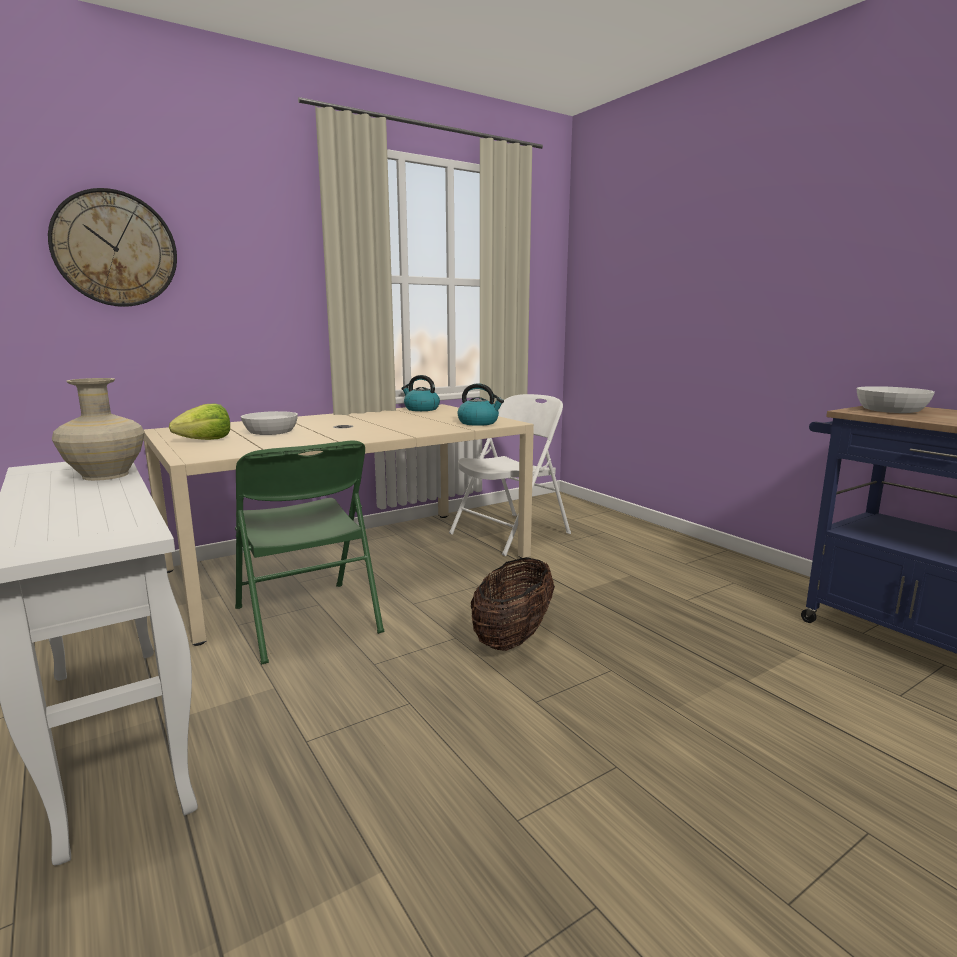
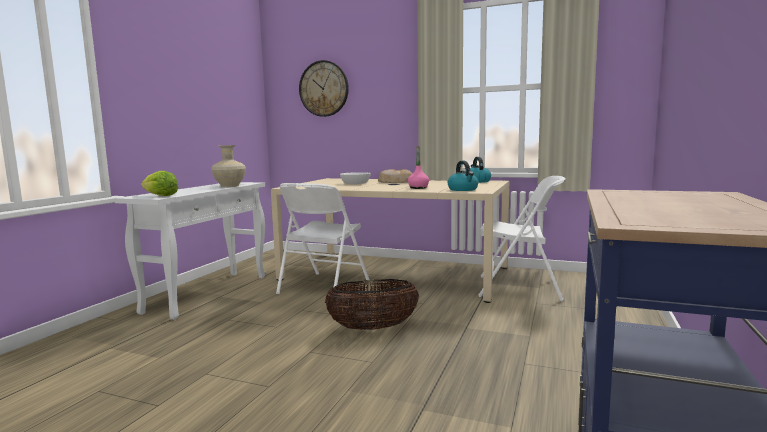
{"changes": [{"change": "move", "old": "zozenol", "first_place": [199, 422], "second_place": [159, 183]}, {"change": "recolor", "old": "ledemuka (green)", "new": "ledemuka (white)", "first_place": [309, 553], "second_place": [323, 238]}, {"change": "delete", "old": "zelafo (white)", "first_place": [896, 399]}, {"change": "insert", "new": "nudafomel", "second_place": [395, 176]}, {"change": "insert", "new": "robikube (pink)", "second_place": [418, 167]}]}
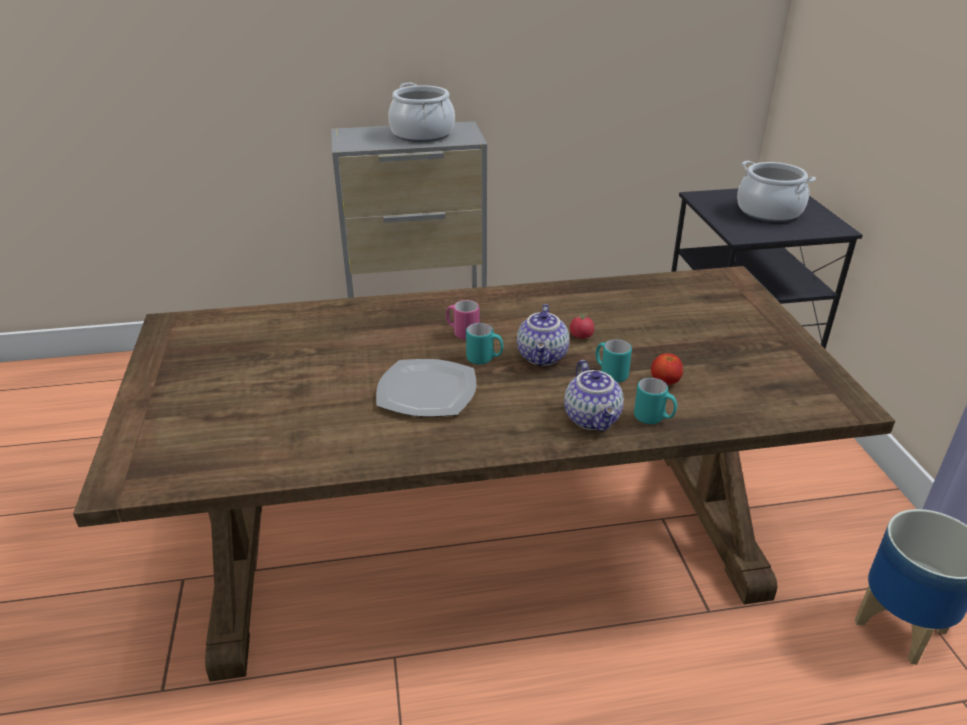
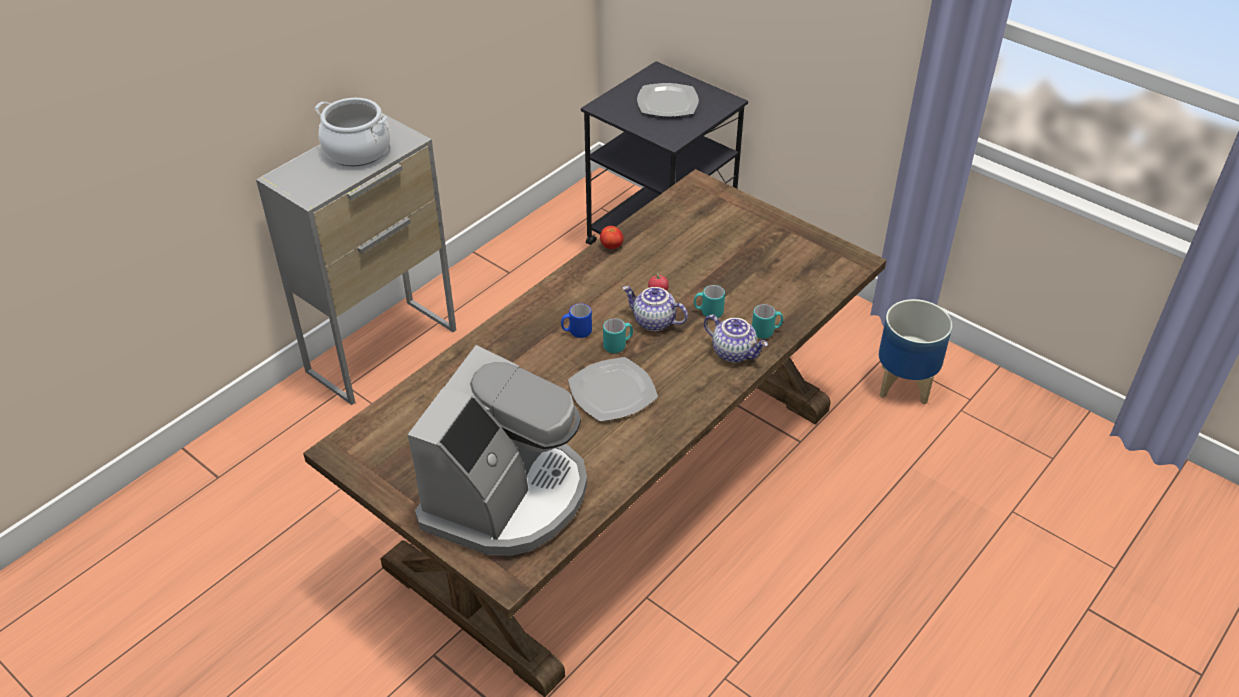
{"changes": [{"change": "recolor", "old": "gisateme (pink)", "new": "gisateme (blue)", "first_place": [462, 320], "second_place": [576, 320]}, {"change": "rotate", "old": "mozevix", "first_place": [543, 335], "second_place": [655, 308], "degrees": 150}, {"change": "move", "old": "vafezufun", "first_place": [667, 369], "second_place": [612, 237]}, {"change": "replace", "old": "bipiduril", "new": "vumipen", "first_place": [776, 191], "second_place": [668, 100]}, {"change": "insert", "new": "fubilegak", "second_place": [497, 450]}]}
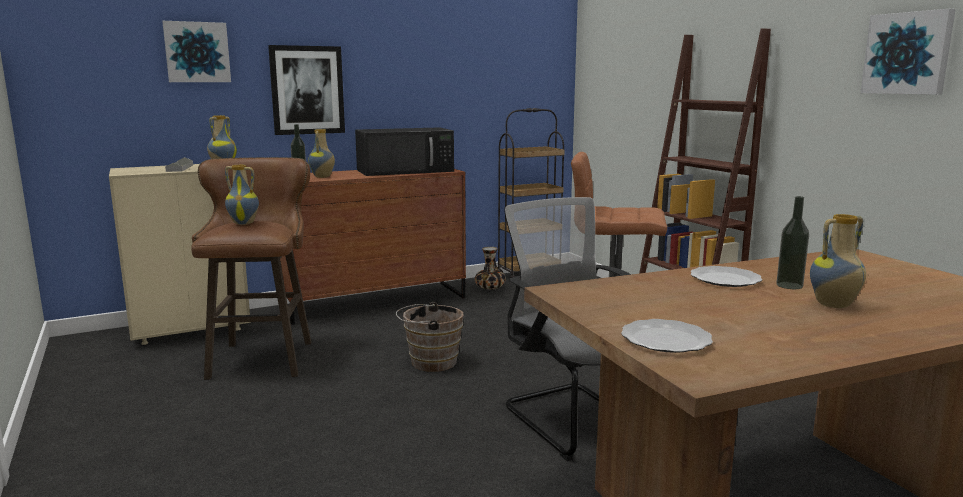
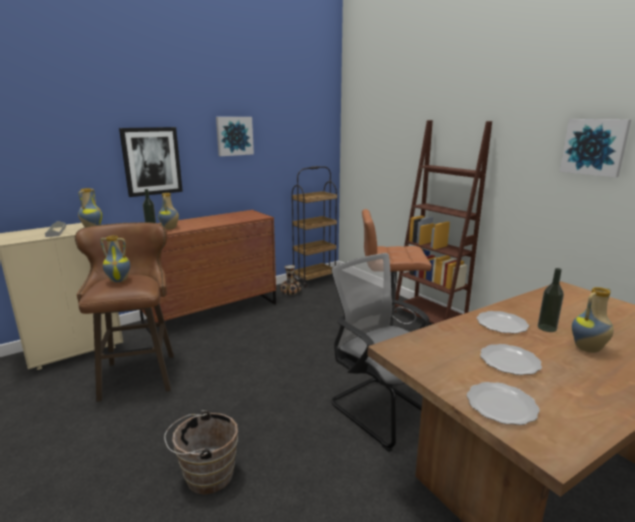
{"changes": [{"change": "move", "old": "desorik", "first_place": [196, 51], "second_place": [235, 136]}, {"change": "delete", "old": "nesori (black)", "first_place": [404, 151]}, {"change": "move", "old": "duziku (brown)", "first_place": [430, 337], "second_place": [201, 452]}, {"change": "insert", "new": "vumipen", "second_place": [511, 359]}]}
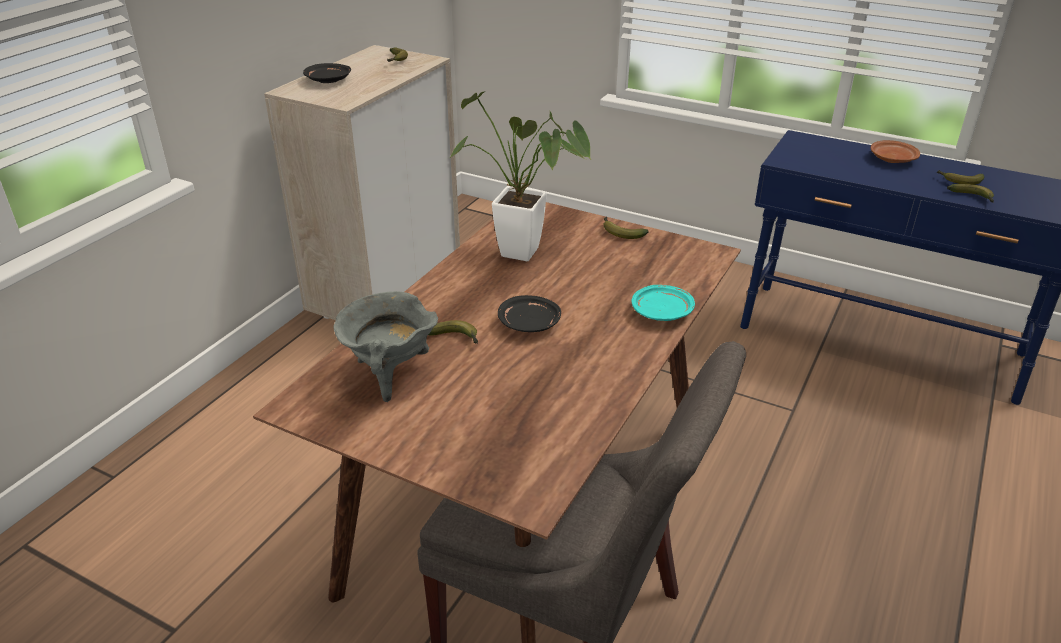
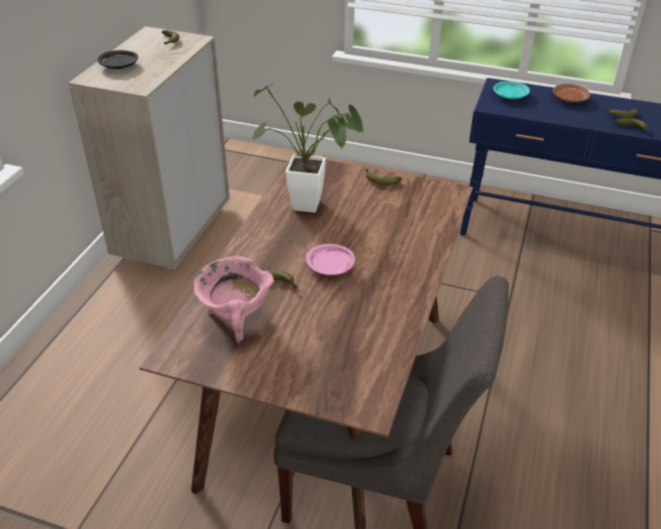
{"changes": [{"change": "recolor", "old": "bipiduril (grey)", "new": "bipiduril (pink)", "first_place": [386, 346], "second_place": [234, 300]}, {"change": "recolor", "old": "vumipen (black)", "new": "vumipen (pink)", "first_place": [529, 313], "second_place": [330, 259]}, {"change": "move", "old": "vumipen (turquoise)", "first_place": [663, 303], "second_place": [511, 90]}]}
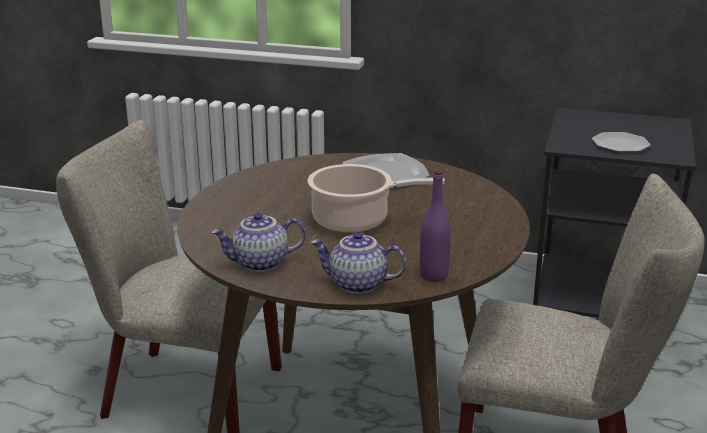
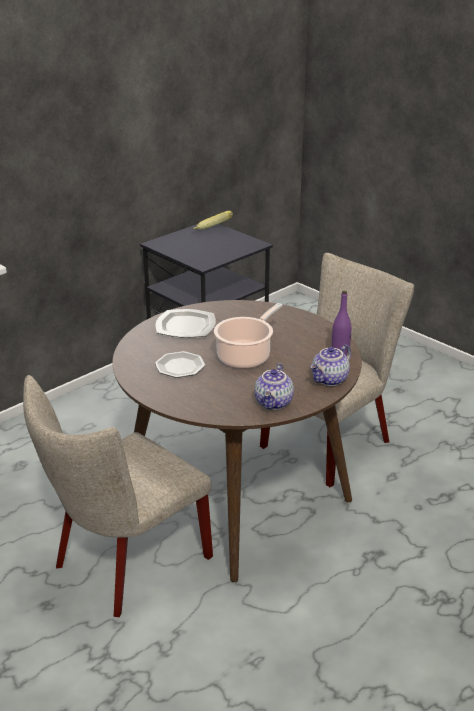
{"changes": [{"change": "move", "old": "vumipen", "first_place": [621, 142], "second_place": [180, 364]}, {"change": "insert", "new": "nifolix", "second_place": [213, 220]}]}
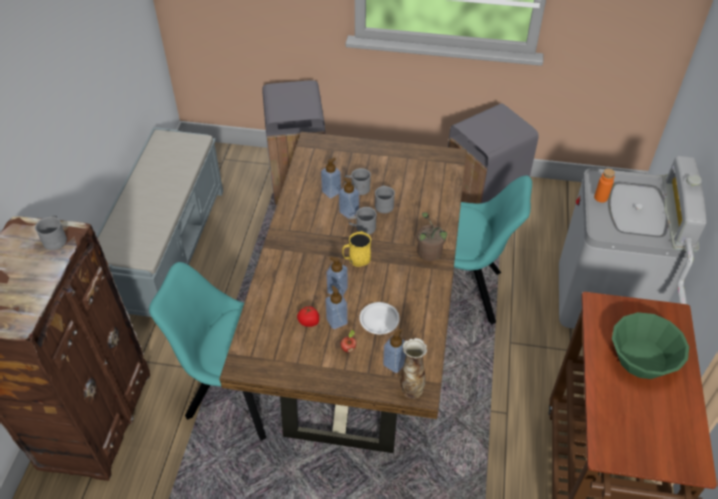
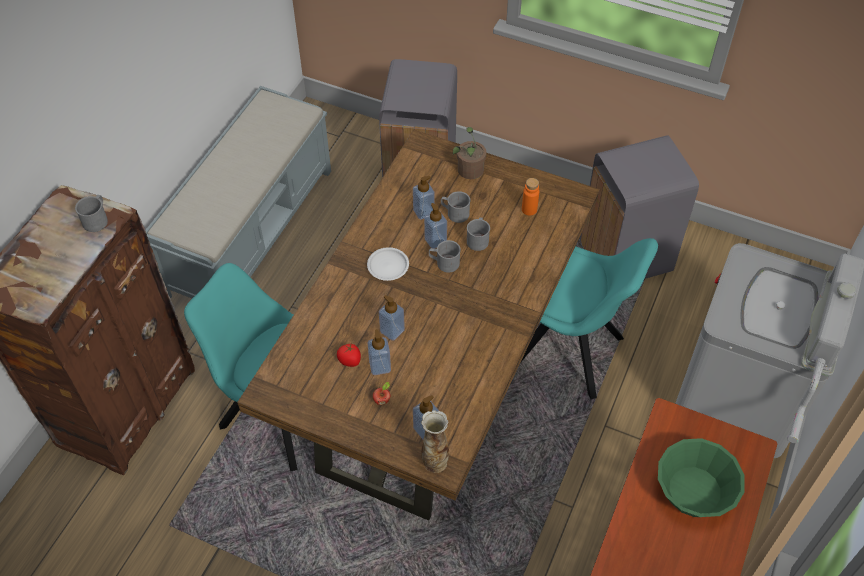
{"changes": [{"change": "delete", "old": "gisateme (yellow)", "first_place": [356, 249]}, {"change": "move", "old": "vumipen (white)", "first_place": [379, 318], "second_place": [388, 264]}, {"change": "move", "old": "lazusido", "first_place": [432, 236], "second_place": [469, 153]}, {"change": "move", "old": "robikube (orange)", "first_place": [604, 185], "second_place": [530, 196]}]}
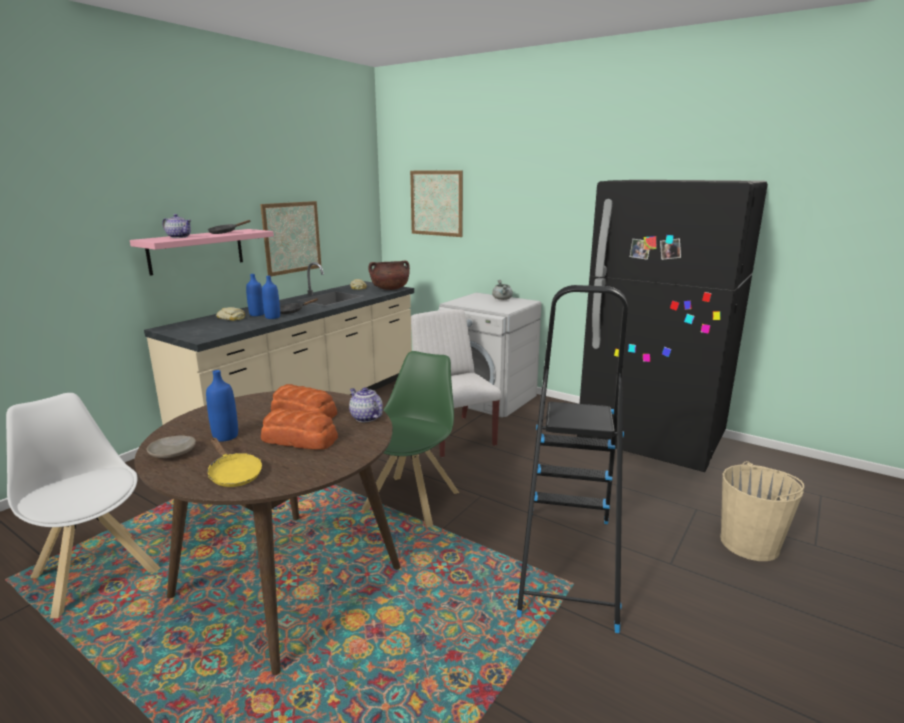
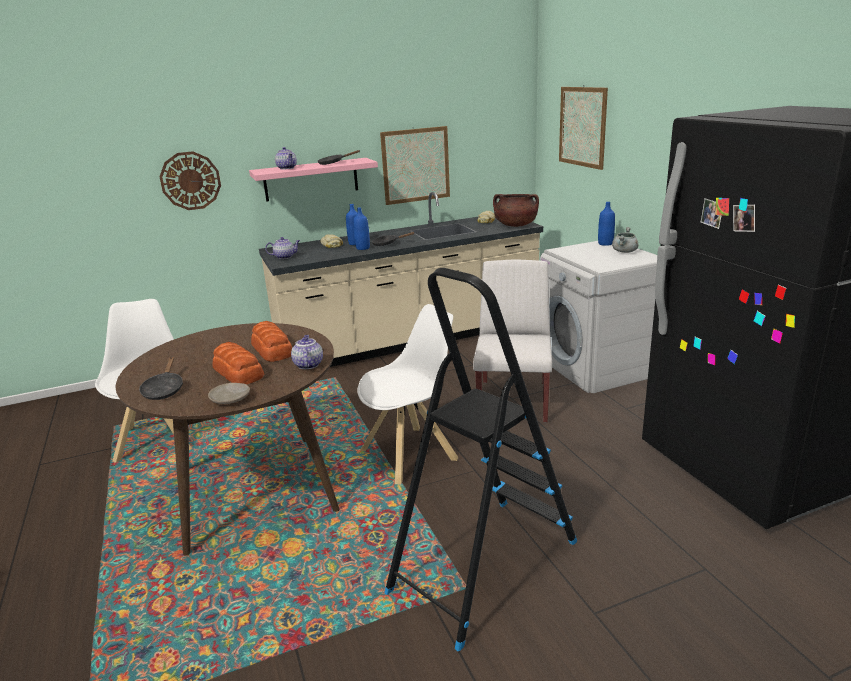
{"changes": [{"change": "move", "old": "vumipen (beige)", "first_place": [171, 446], "second_place": [229, 393]}, {"change": "move", "old": "robikube (blue)", "first_place": [222, 406], "second_place": [606, 224]}, {"change": "recolor", "old": "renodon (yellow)", "new": "renodon (black)", "first_place": [235, 462], "second_place": [161, 378]}, {"change": "recolor", "old": "ledemuka (green)", "new": "ledemuka (white)", "first_place": [410, 439], "second_place": [407, 394]}, {"change": "delete", "old": "duziku (beige)", "first_place": [762, 511]}, {"change": "insert", "new": "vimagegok", "second_place": [190, 180]}, {"change": "insert", "new": "mozevix", "second_place": [282, 248]}]}
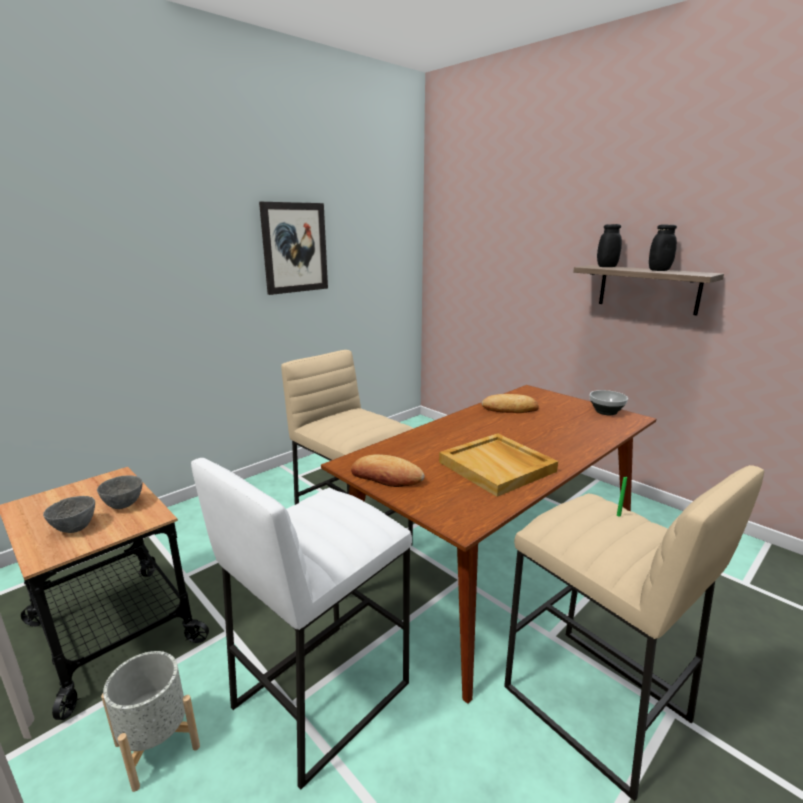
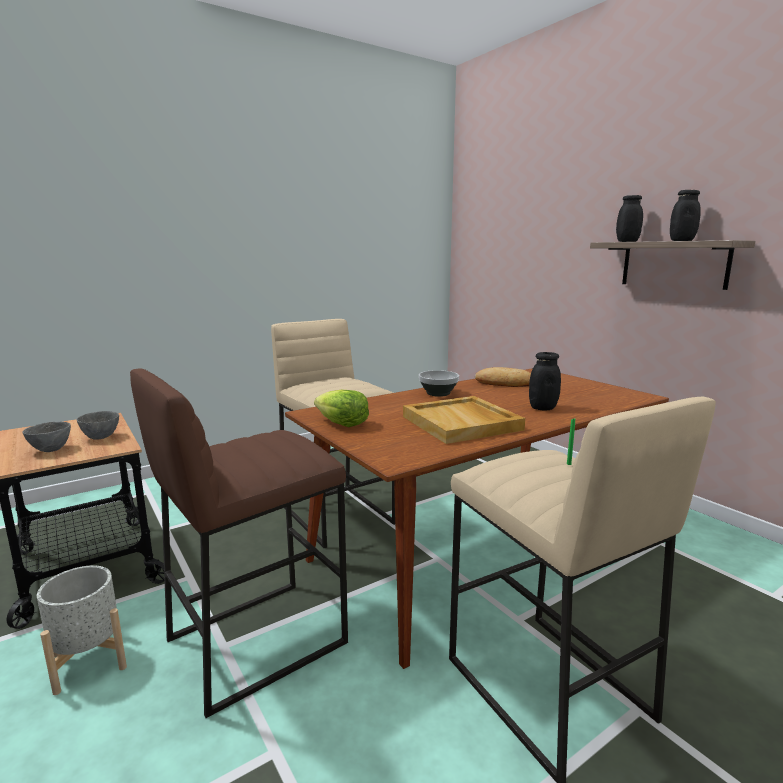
{"changes": [{"change": "recolor", "old": "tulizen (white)", "new": "tulizen (brown)", "first_place": [301, 624], "second_place": [239, 543]}, {"change": "delete", "old": "desorik", "first_place": [293, 248]}, {"change": "replace", "old": "nudafomel", "new": "zozenol", "first_place": [387, 470], "second_place": [341, 408]}, {"change": "move", "old": "zelafo", "first_place": [609, 402], "second_place": [439, 383]}, {"change": "insert", "new": "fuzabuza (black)", "second_place": [545, 381]}]}
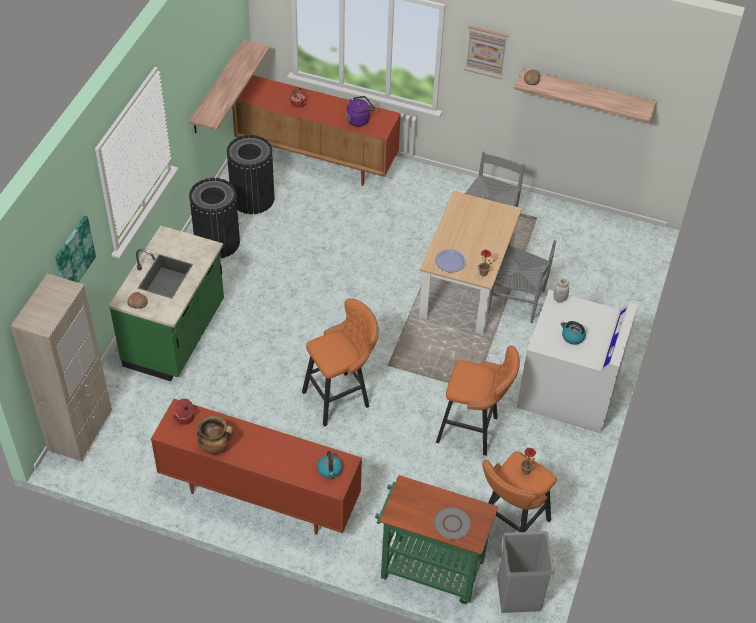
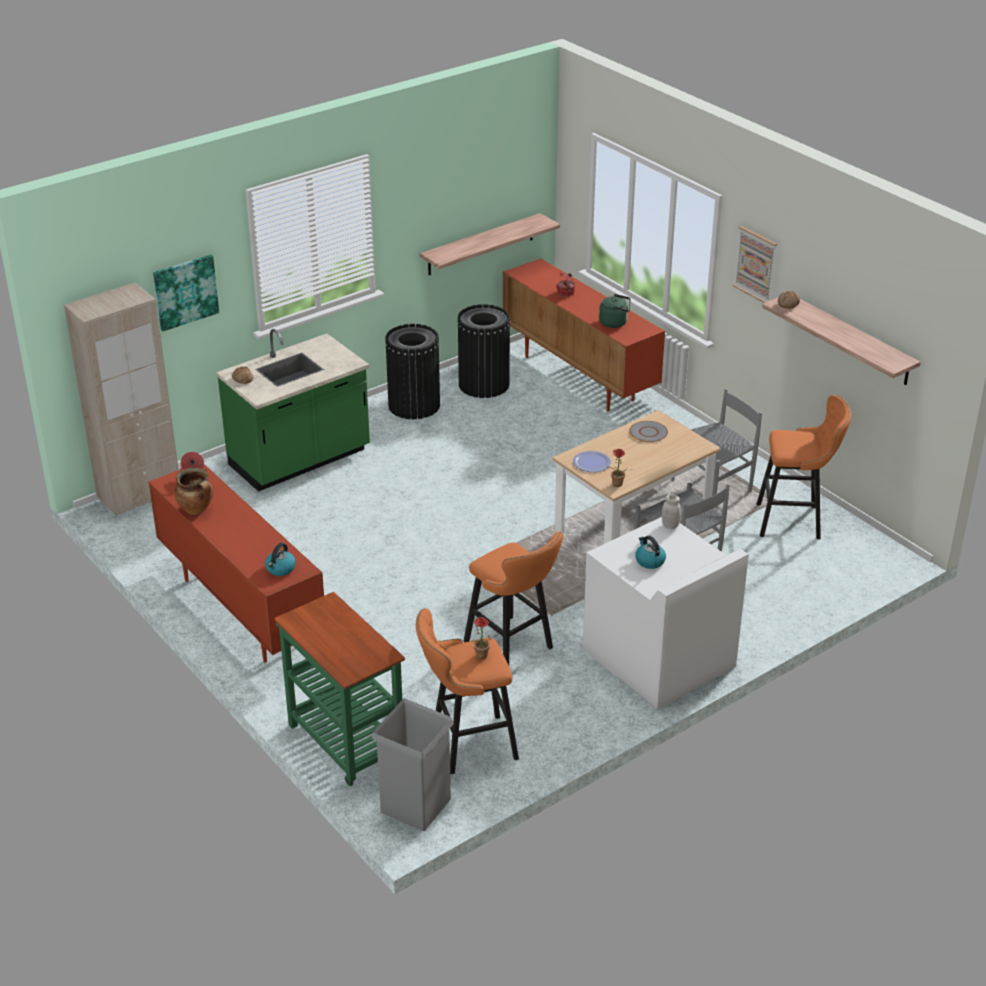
{"changes": [{"change": "move", "old": "tulizen (orange)", "first_place": [340, 362], "second_place": [804, 467]}, {"change": "recolor", "old": "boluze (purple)", "new": "boluze (green)", "first_place": [360, 111], "second_place": [615, 311]}, {"change": "move", "old": "vumipen (grey)", "first_place": [452, 523], "second_place": [648, 431]}]}
